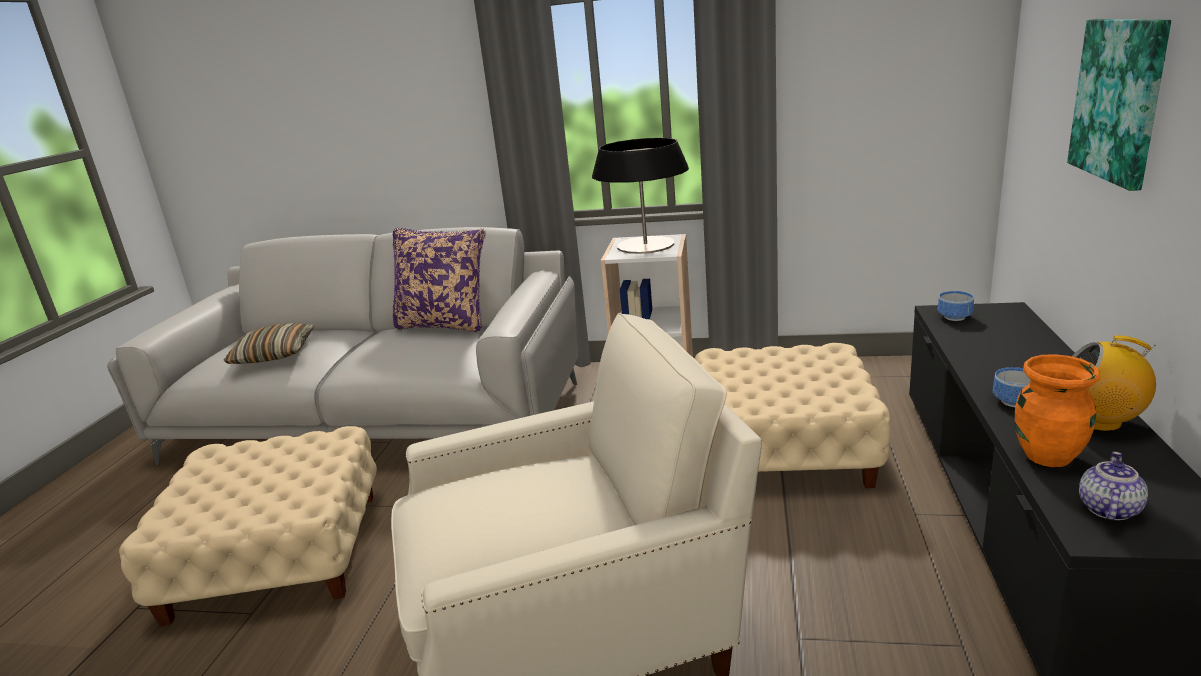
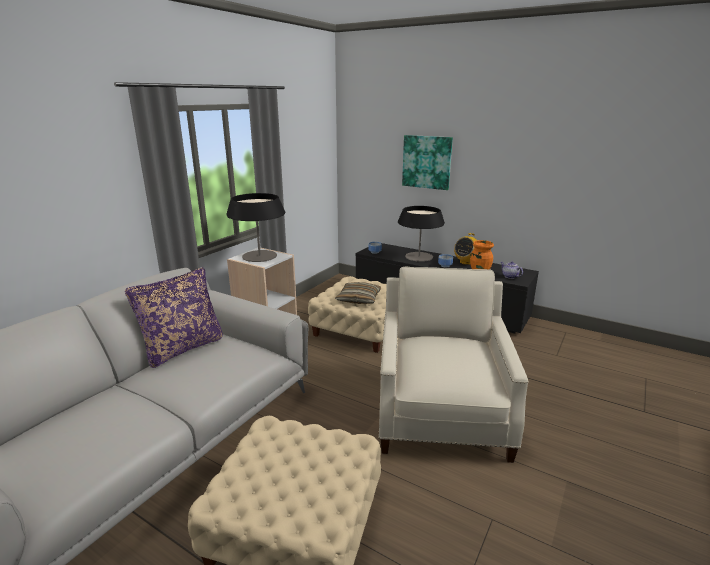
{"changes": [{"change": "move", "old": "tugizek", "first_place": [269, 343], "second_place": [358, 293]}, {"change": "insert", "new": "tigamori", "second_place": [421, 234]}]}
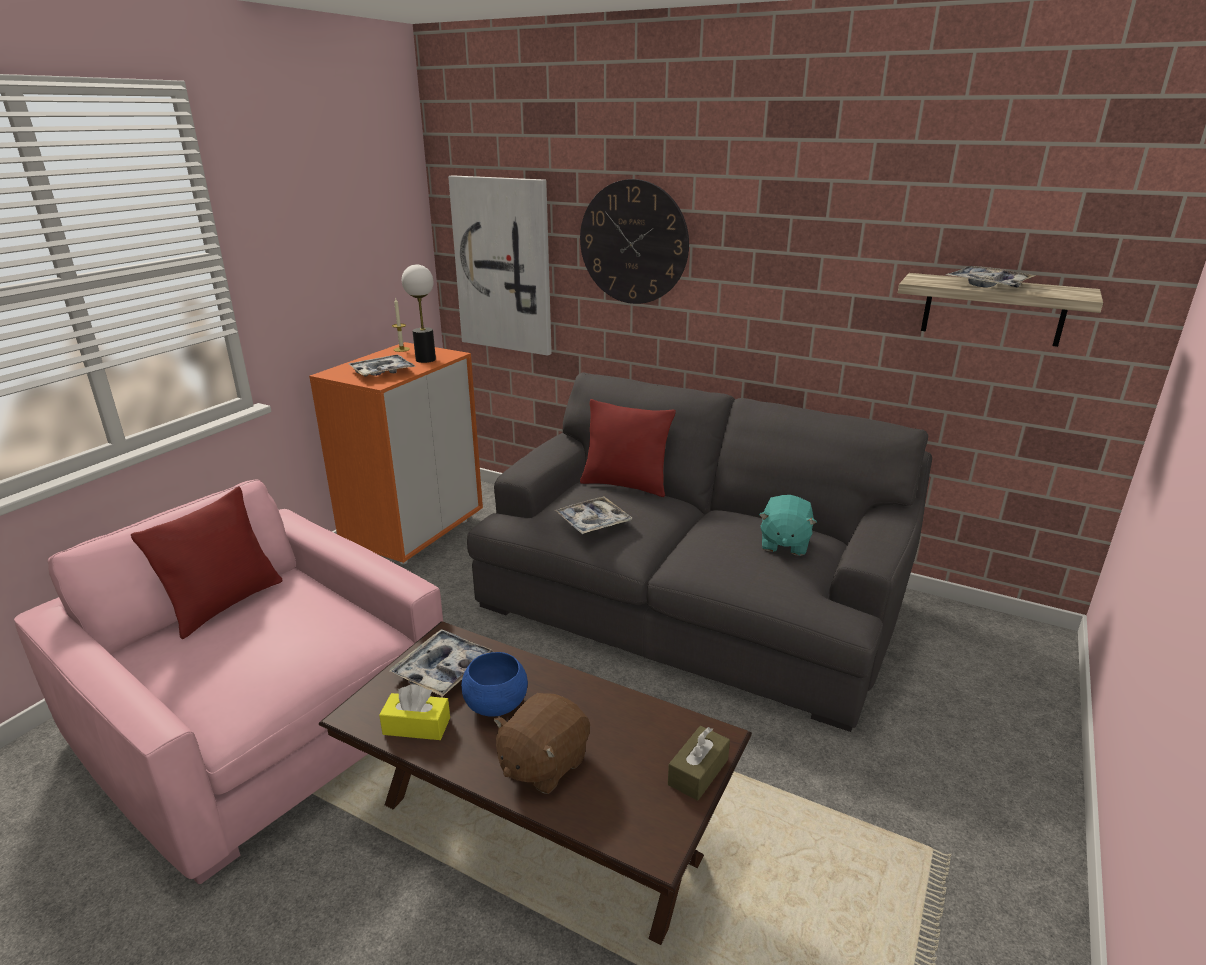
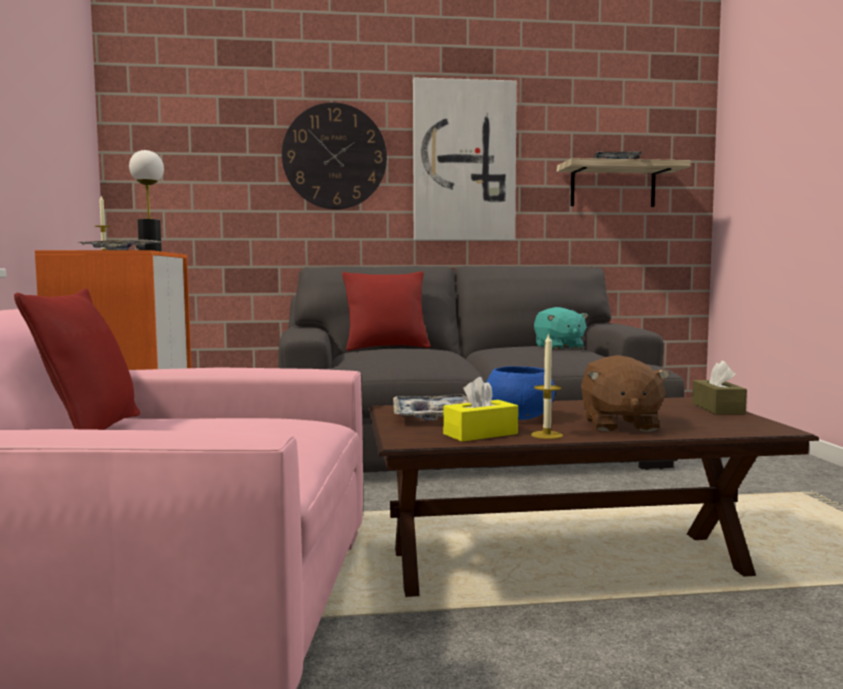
{"changes": [{"change": "move", "old": "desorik", "first_place": [500, 265], "second_place": [465, 159]}, {"change": "delete", "old": "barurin", "first_place": [593, 515]}, {"change": "insert", "new": "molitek", "second_place": [547, 386]}]}
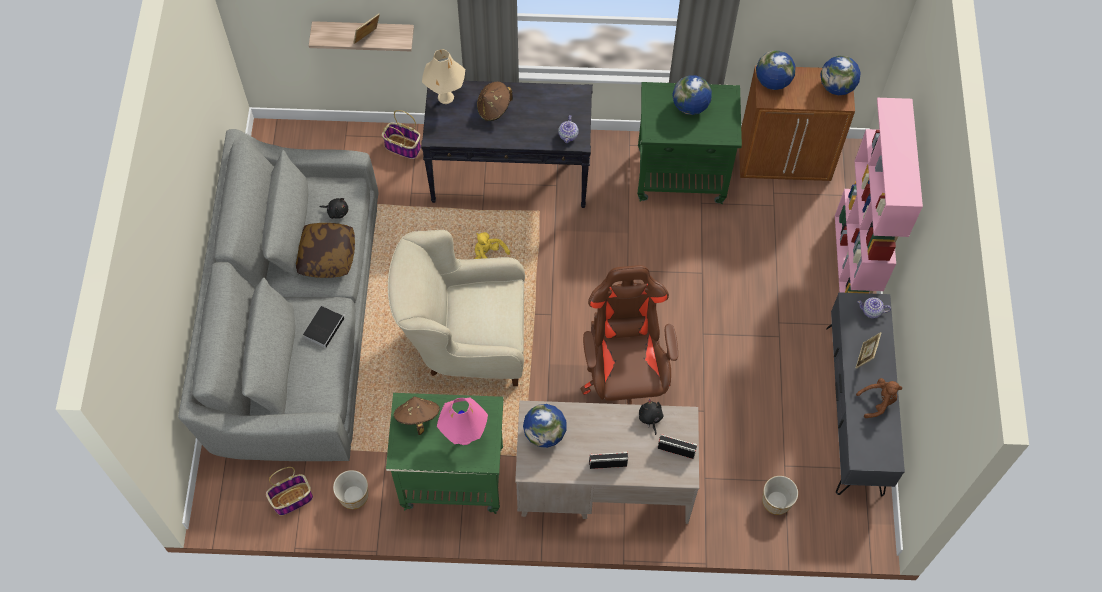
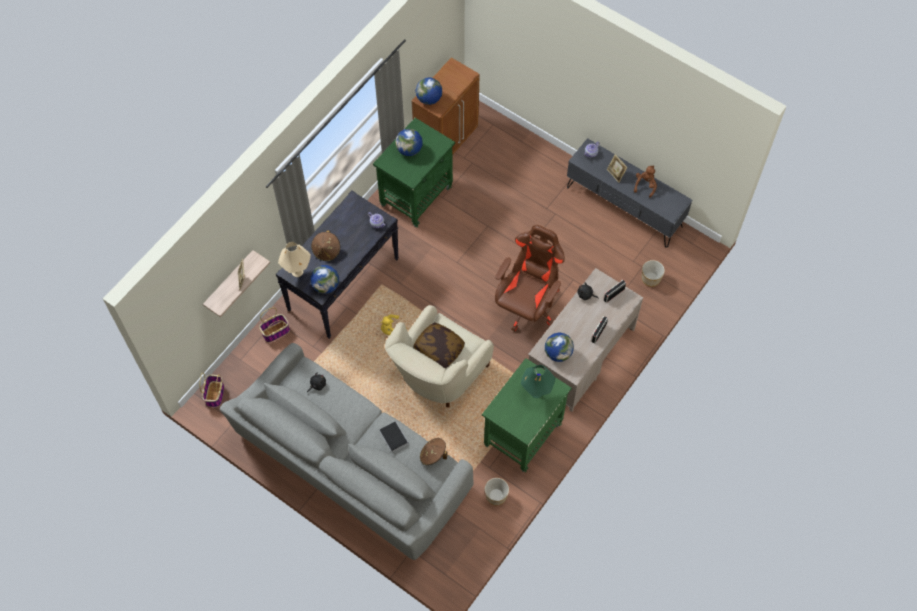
{"changes": [{"change": "move", "old": "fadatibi", "first_place": [289, 491], "second_place": [212, 390]}, {"change": "move", "old": "tugizek", "first_place": [325, 250], "second_place": [439, 345]}, {"change": "move", "old": "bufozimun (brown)", "first_place": [417, 415], "second_place": [434, 451]}, {"change": "recolor", "old": "tigamori (pink)", "new": "tigamori (green)", "first_place": [462, 421], "second_place": [538, 381]}, {"change": "rotate", "old": "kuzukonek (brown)", "first_place": [629, 335], "second_place": [530, 278], "degrees": 90}, {"change": "move", "old": "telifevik", "first_place": [841, 75], "second_place": [324, 279]}, {"change": "delete", "old": "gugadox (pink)", "first_place": [879, 196]}]}
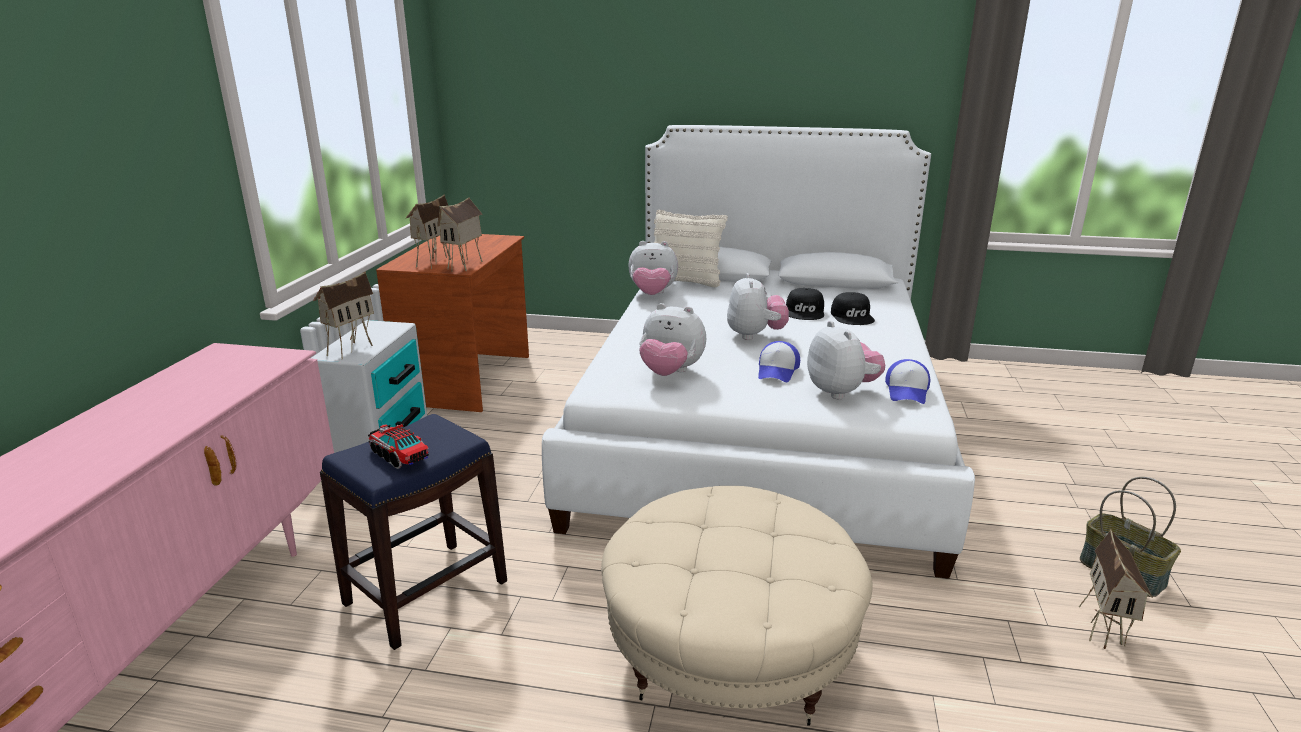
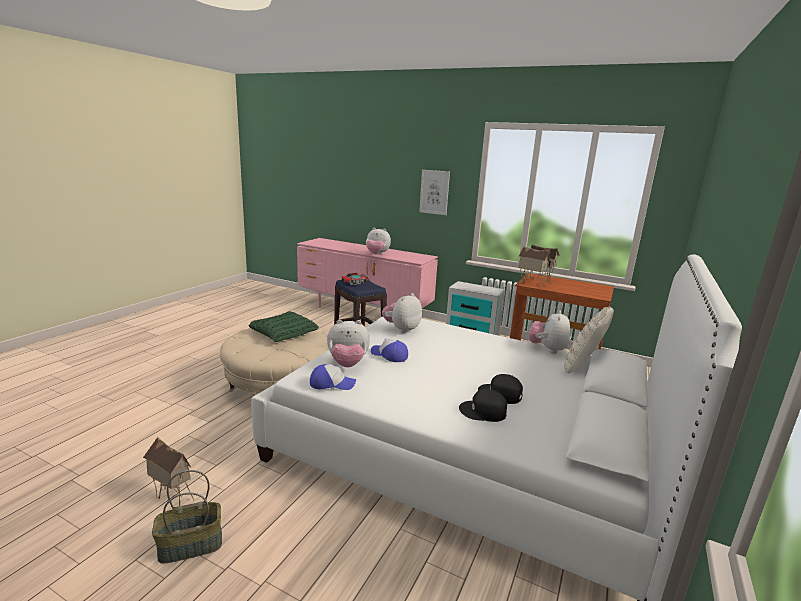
{"changes": [{"change": "delete", "old": "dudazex", "first_place": [343, 315]}, {"change": "move", "old": "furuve", "first_place": [758, 306], "second_place": [378, 241]}, {"change": "rotate", "old": "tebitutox", "first_place": [907, 381], "second_place": [333, 377], "degrees": 150}, {"change": "insert", "new": "tugizek (green)", "second_place": [284, 326]}, {"change": "insert", "new": "desorik", "second_place": [434, 192]}]}
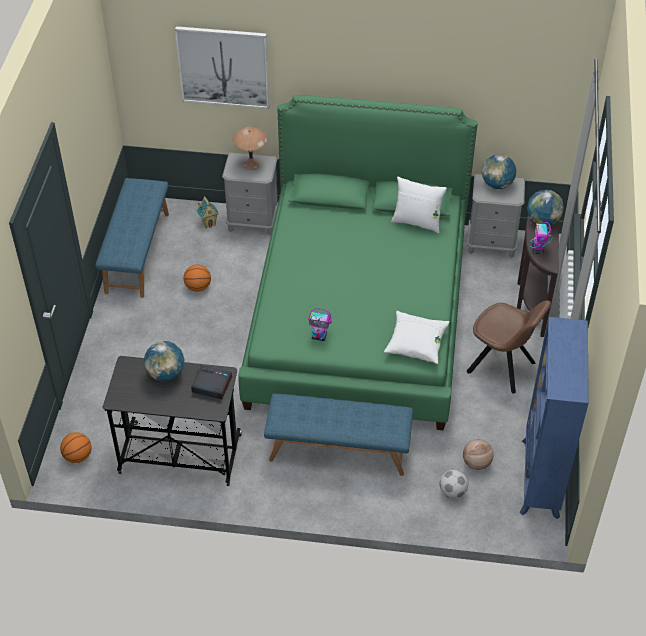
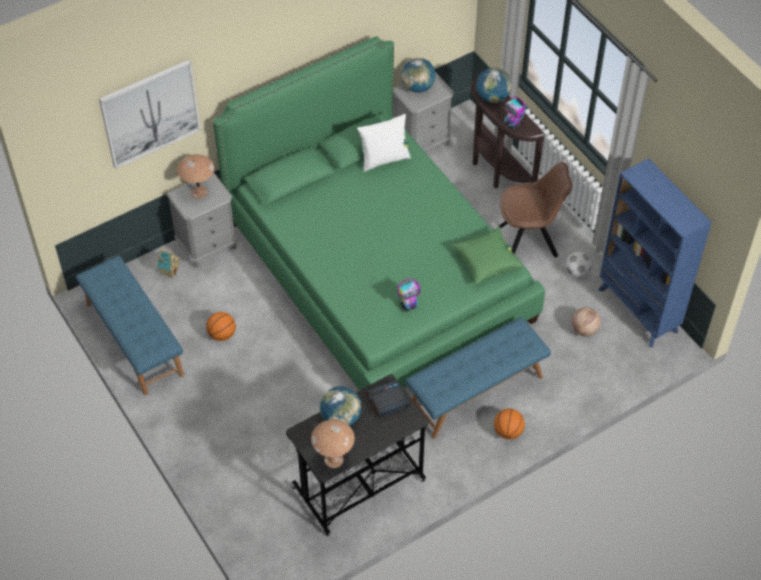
{"changes": [{"change": "move", "old": "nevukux", "first_place": [75, 447], "second_place": [509, 424]}, {"change": "recolor", "old": "tugizek (white)", "new": "tugizek (green)", "first_place": [416, 337], "second_place": [488, 256]}, {"change": "move", "old": "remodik", "first_place": [454, 484], "second_place": [578, 265]}, {"change": "insert", "new": "tigamori (brown)", "second_place": [333, 443]}]}
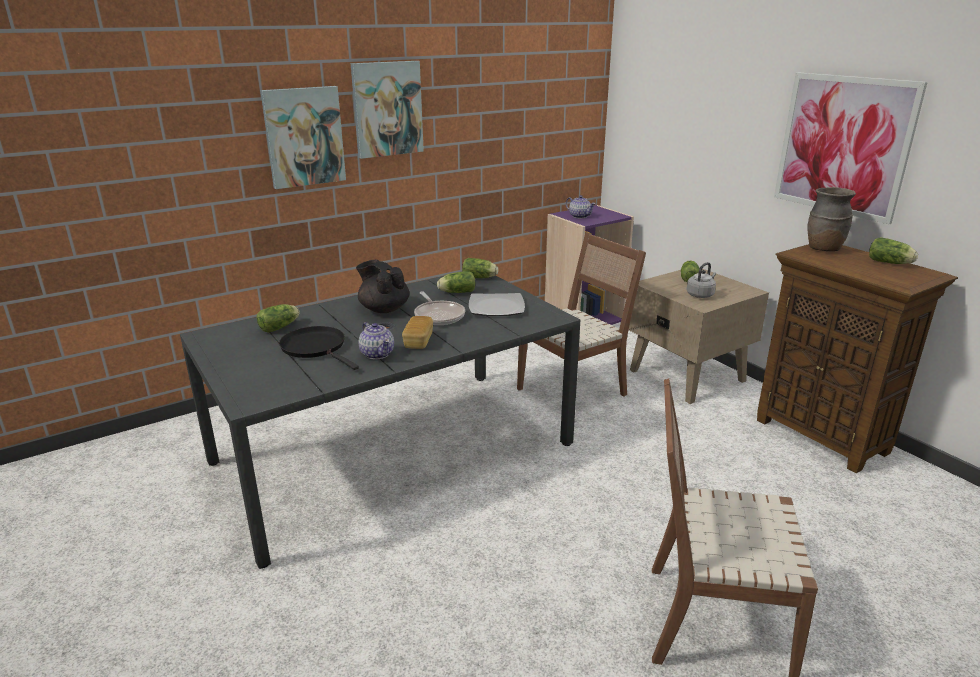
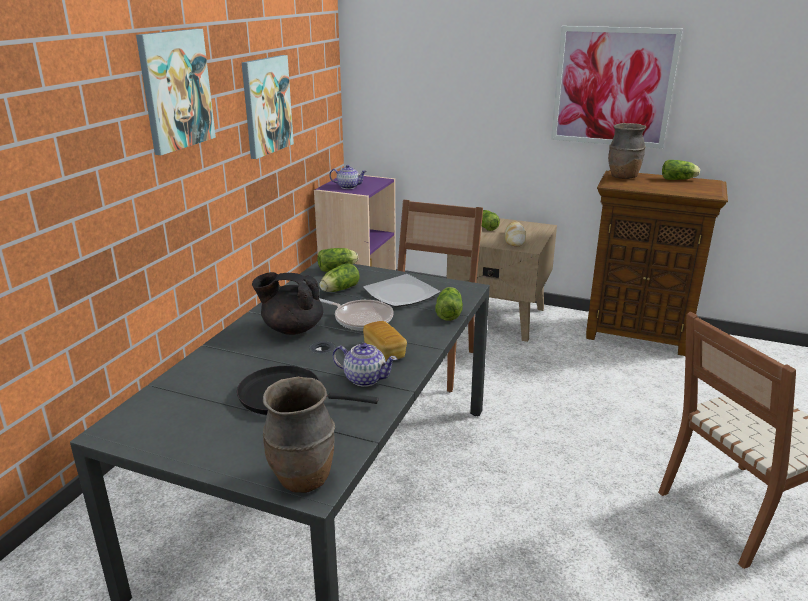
{"changes": [{"change": "move", "old": "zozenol", "first_place": [278, 318], "second_place": [449, 304]}, {"change": "move", "old": "desorik", "first_place": [303, 137], "second_place": [268, 107]}, {"change": "replace", "old": "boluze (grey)", "new": "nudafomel", "first_place": [701, 280], "second_place": [515, 234]}, {"change": "insert", "new": "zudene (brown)", "second_place": [299, 435]}]}
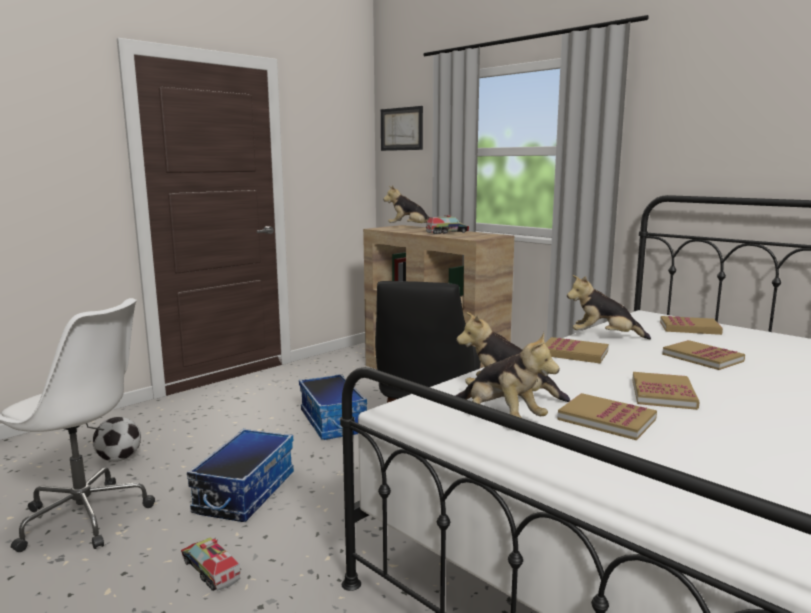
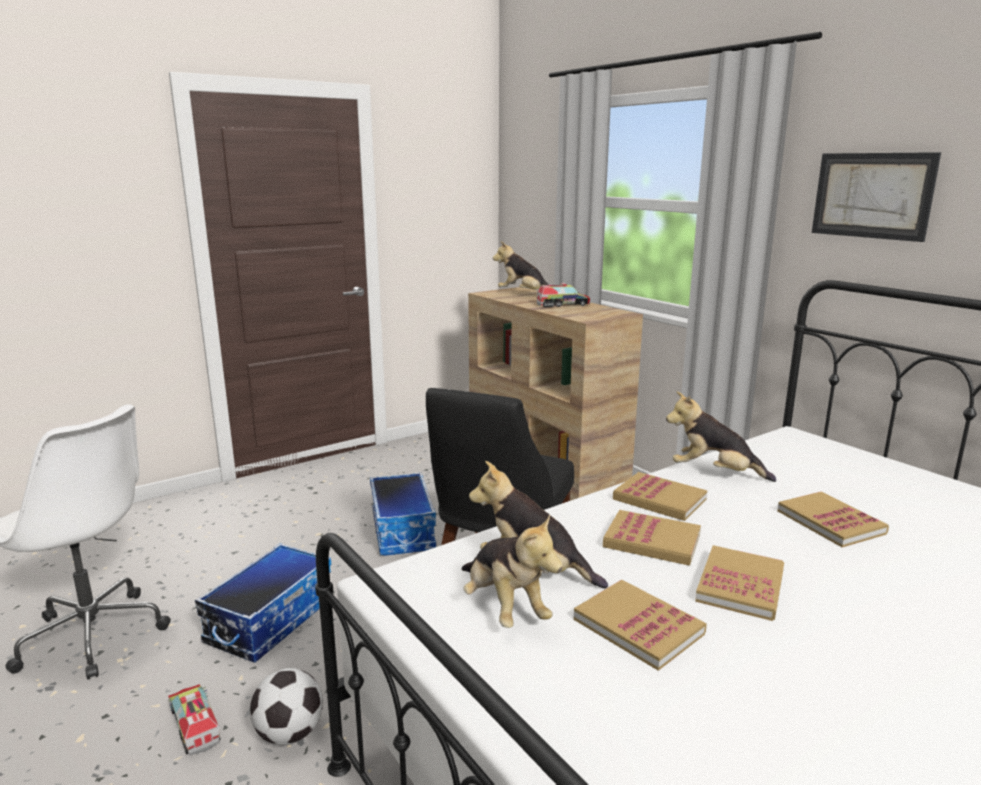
{"changes": [{"change": "move", "old": "remodik", "first_place": [117, 439], "second_place": [286, 706]}, {"change": "move", "old": "desorik", "first_place": [402, 128], "second_place": [876, 197]}, {"change": "move", "old": "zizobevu", "first_place": [691, 325], "second_place": [652, 538]}]}
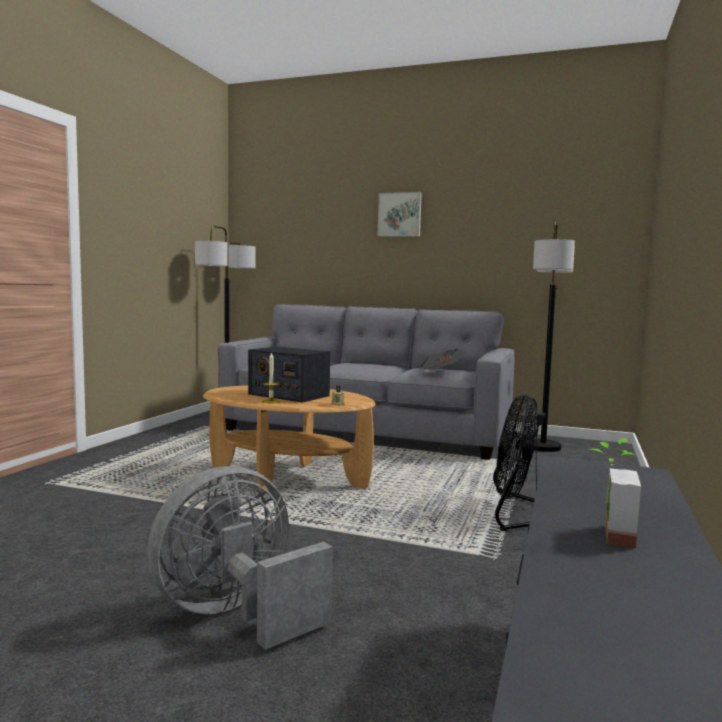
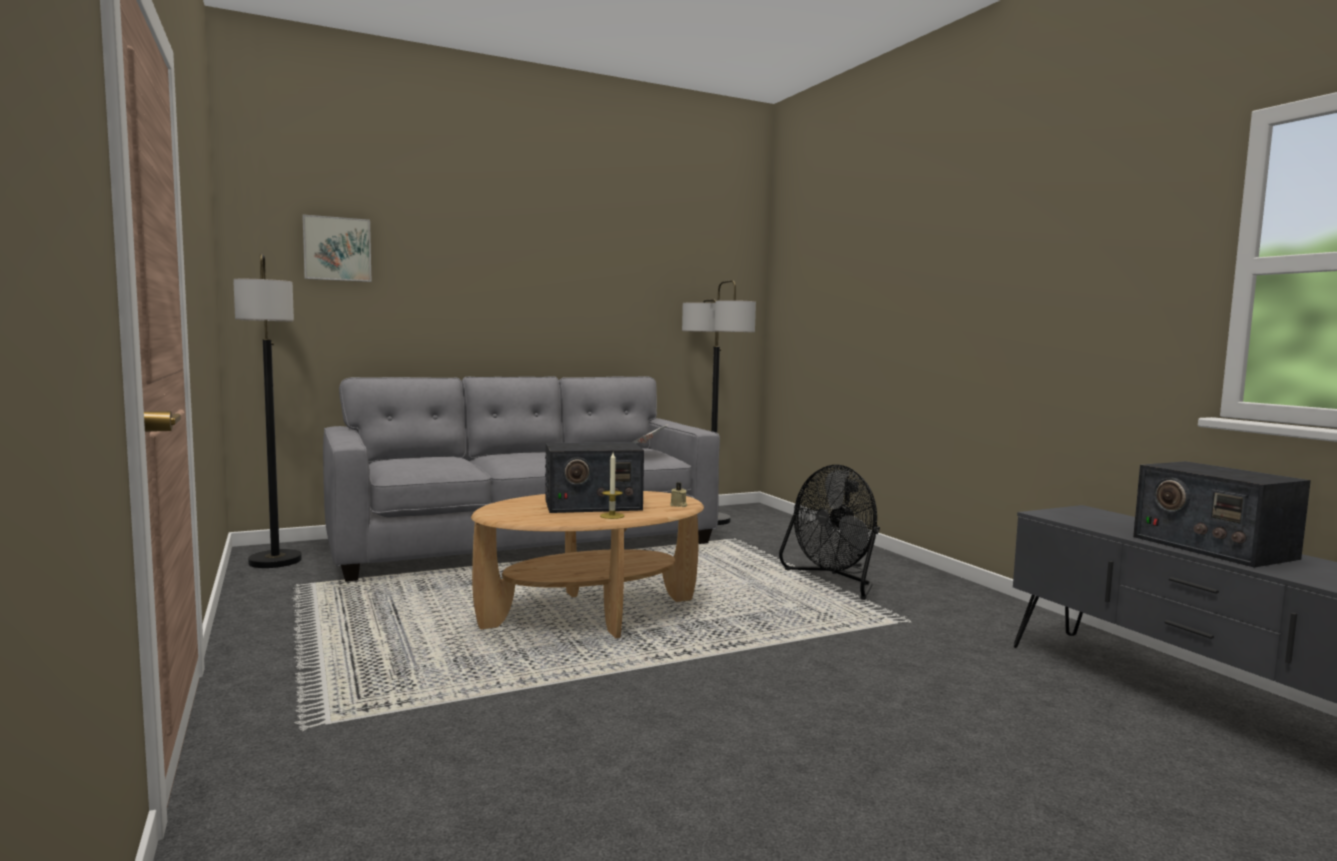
{"changes": [{"change": "delete", "old": "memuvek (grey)", "first_place": [240, 558]}, {"change": "move", "old": "desorik", "first_place": [400, 214], "second_place": [337, 248]}, {"change": "replace", "old": "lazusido", "new": "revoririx", "first_place": [615, 493], "second_place": [1222, 514]}]}
